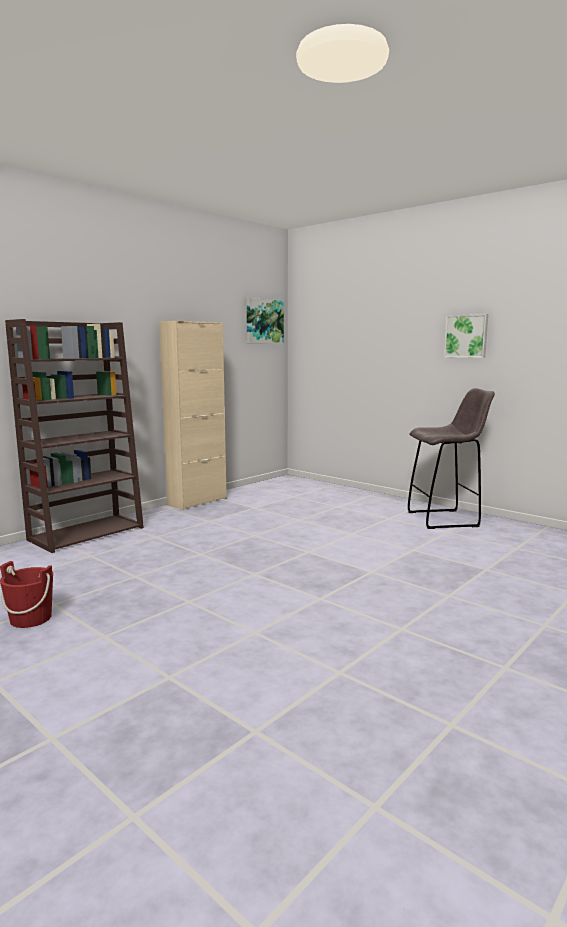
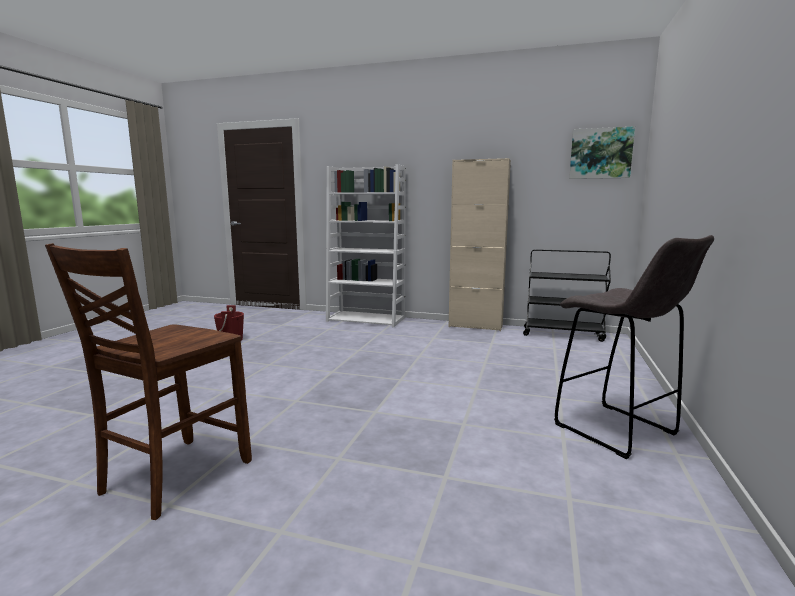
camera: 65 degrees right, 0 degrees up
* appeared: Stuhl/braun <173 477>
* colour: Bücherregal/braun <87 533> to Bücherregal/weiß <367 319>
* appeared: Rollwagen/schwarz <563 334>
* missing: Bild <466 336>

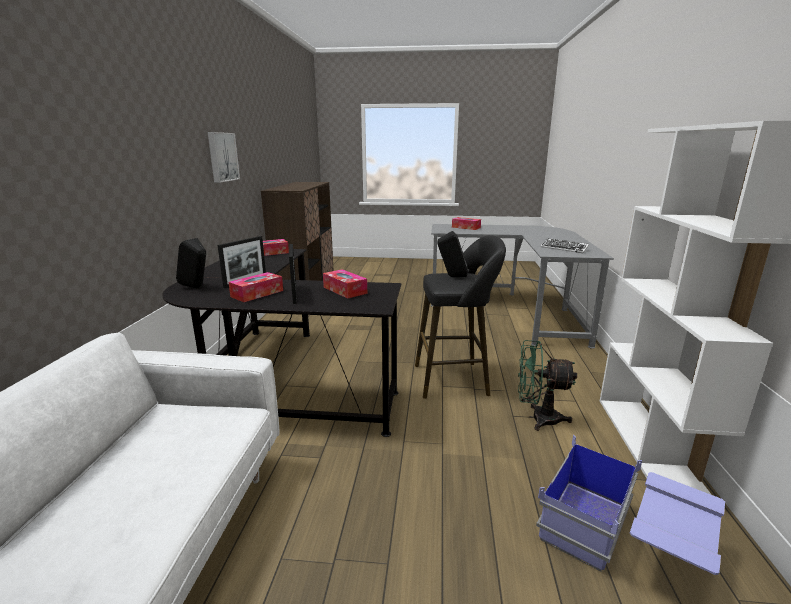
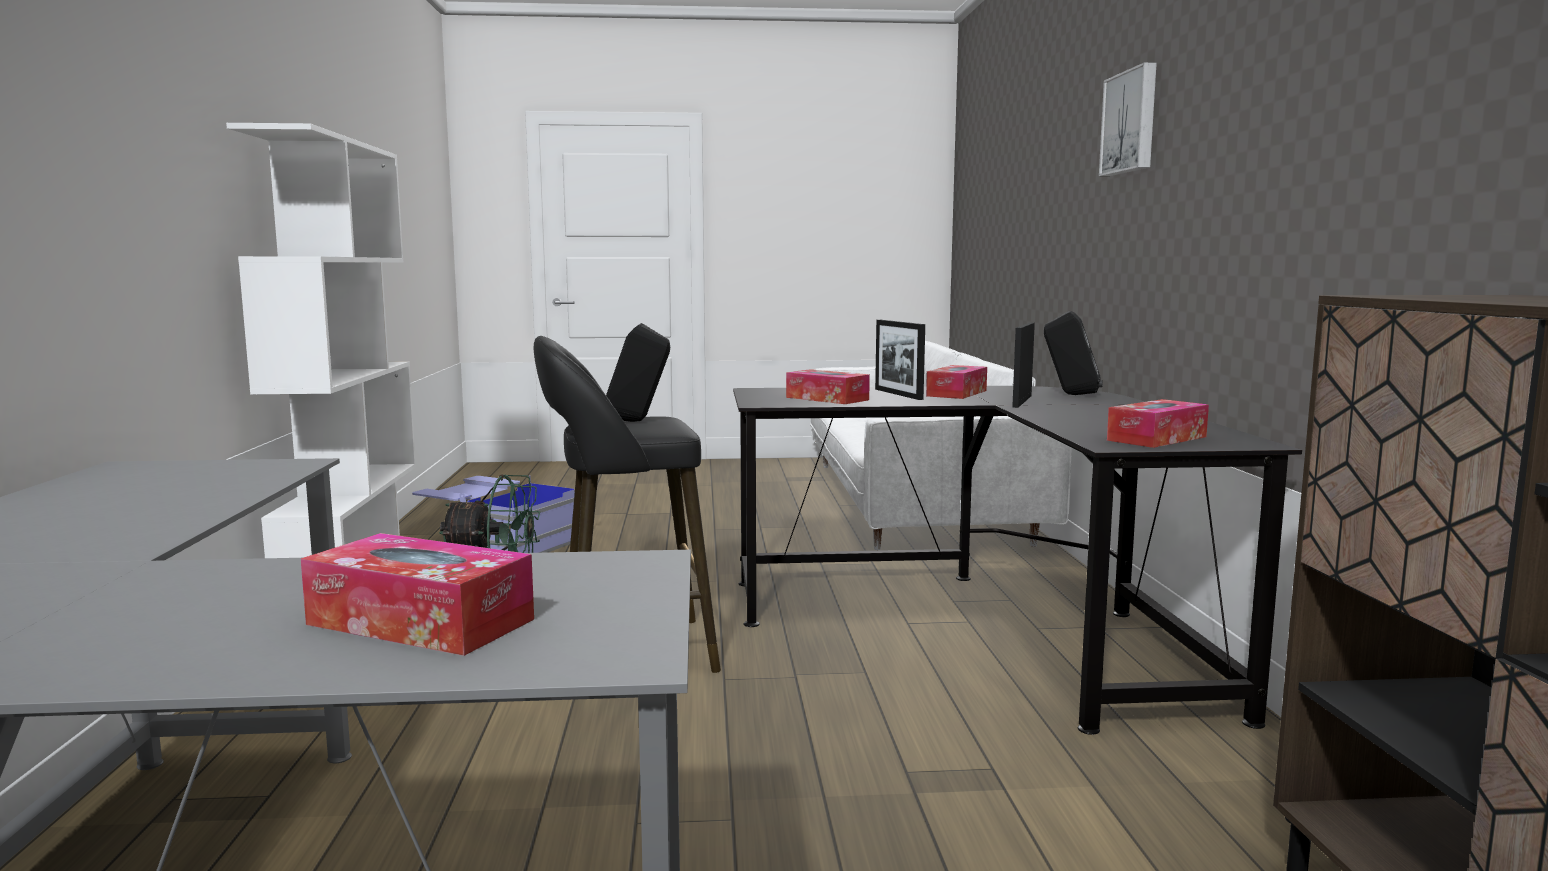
camera: 170 degrees right, 10 degrees down
* relocated: Bild <222 157> to <1131 122>
* missing: Tastatur <564 248>

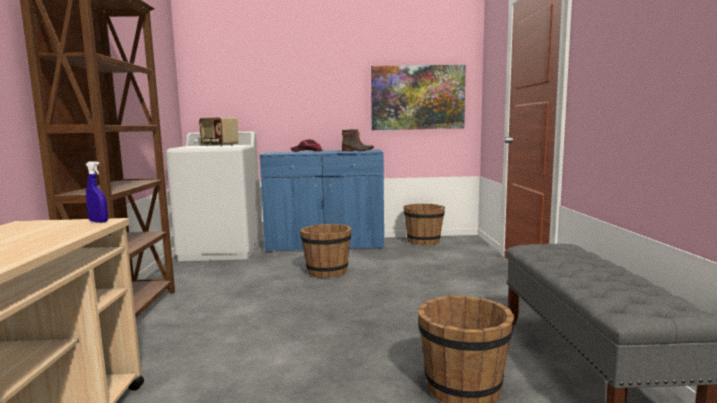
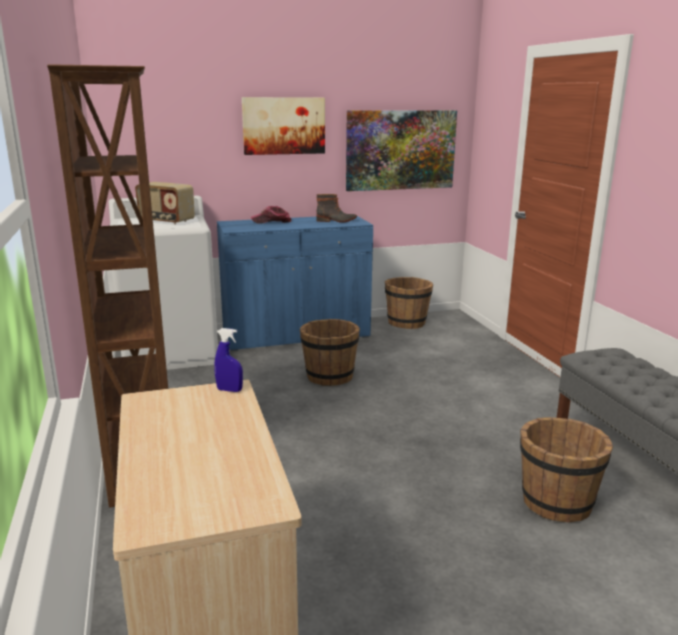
camera: 15 degrees left, 10 degrees up
* appeared: Bild <283 126>

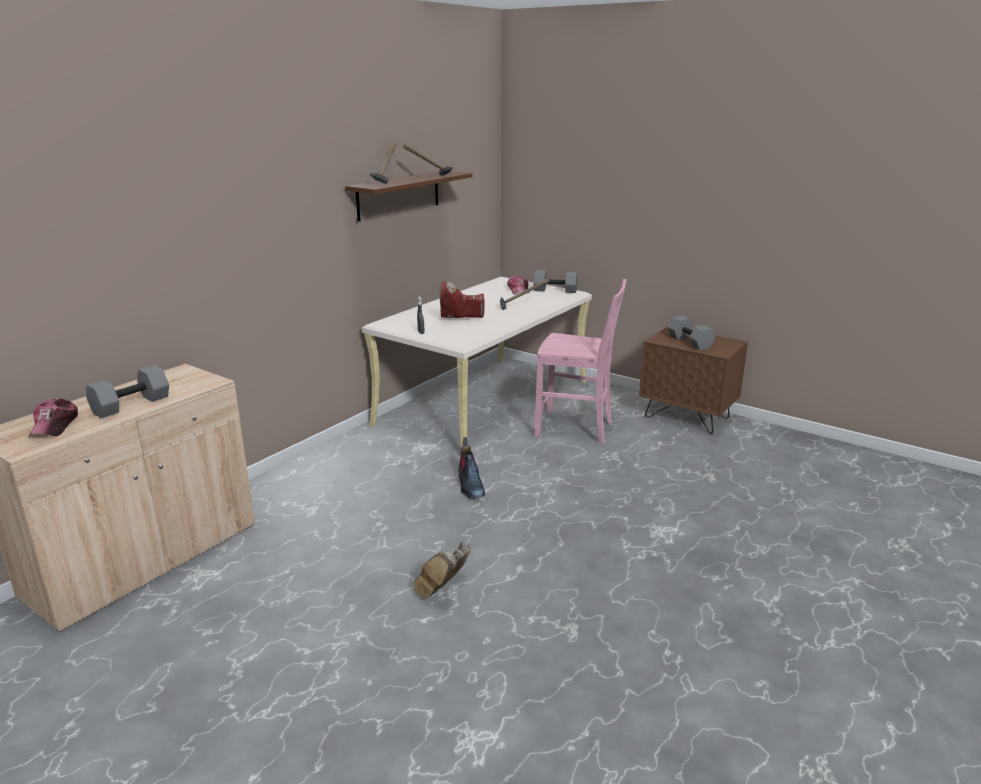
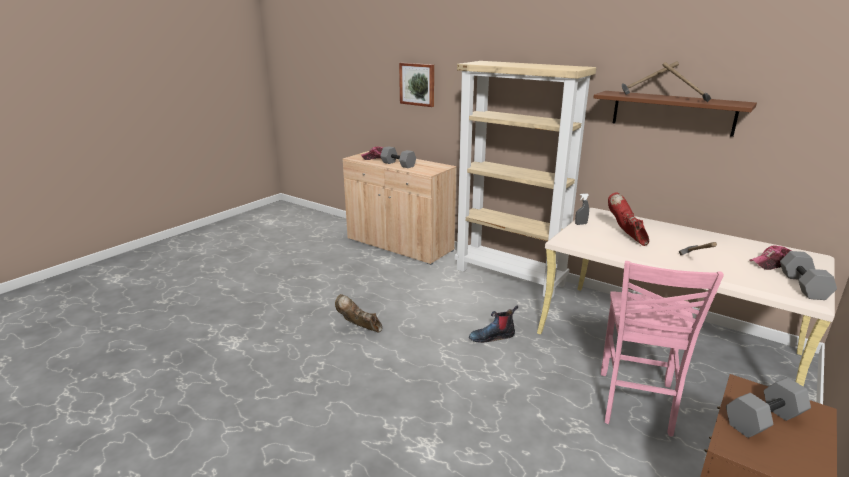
camera: 90 degrees right, 0 degrees up
* appeared: Bild <417 84>
* appeared: Bücherregal/beige <510 276>

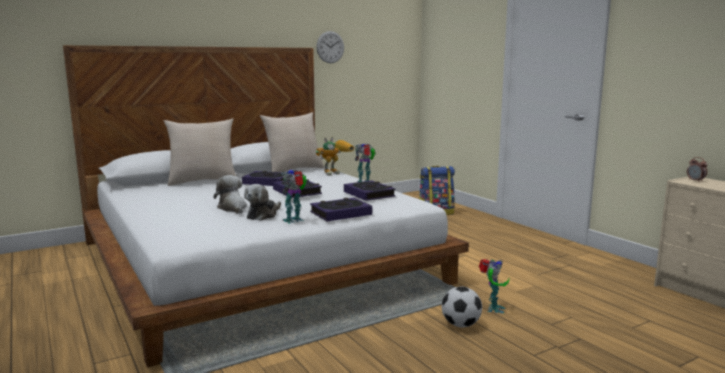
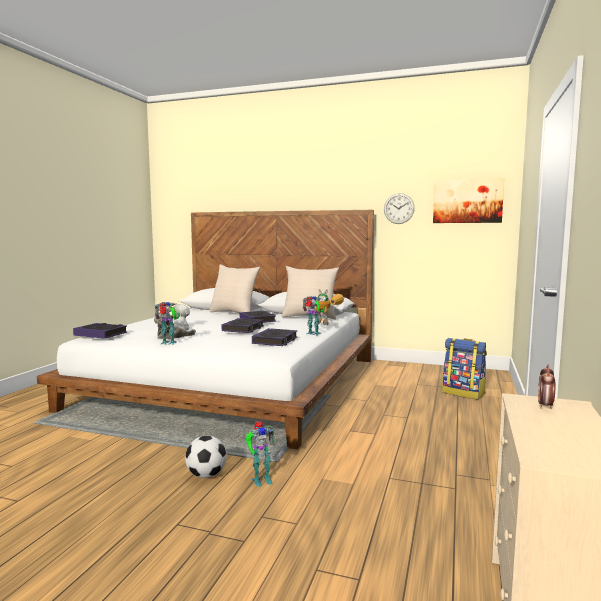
camera: 50 degrees right, 5 degrees down
* relocated: Buch <340 213> to <101 334>
* appeared: Bild <467 201>

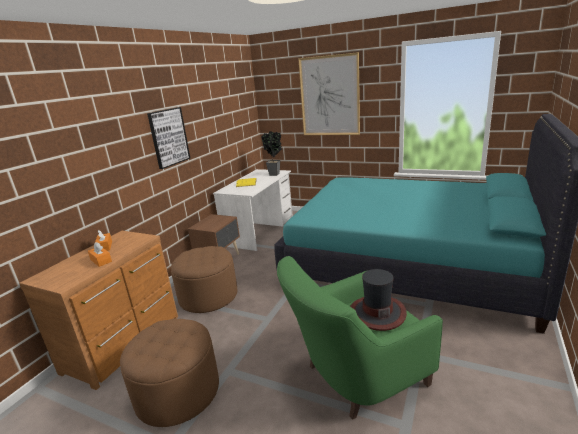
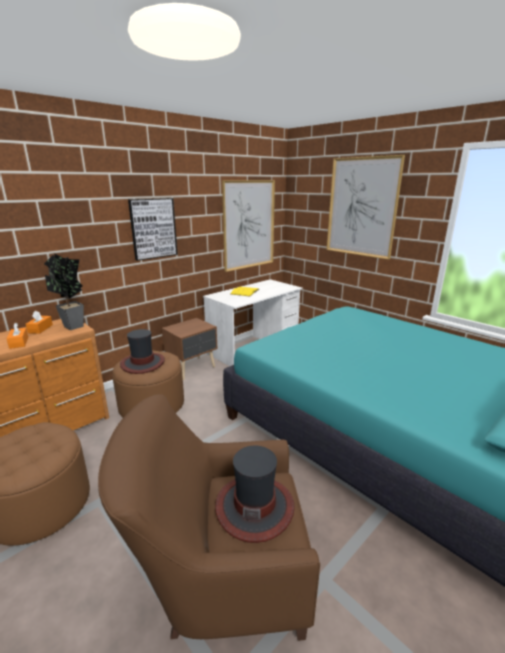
camera: 20 degrees right, 0 degrees up
* relocated: Topfpflanze <275 174> to <73 327>
* colour: Sessel/grün <355 377> to Sessel/braun <219 575>
* appeared: Hut <143 363>
* appeared: Bild <249 225>

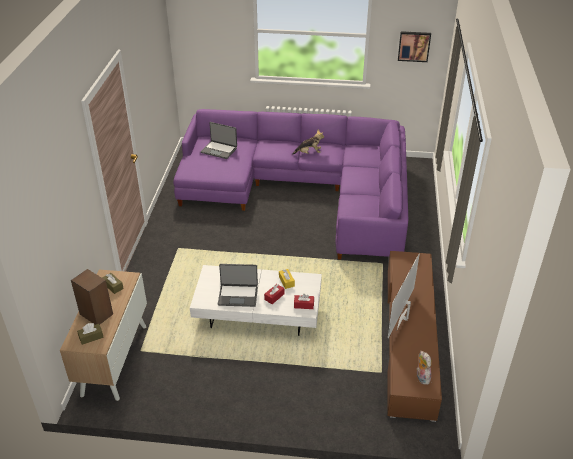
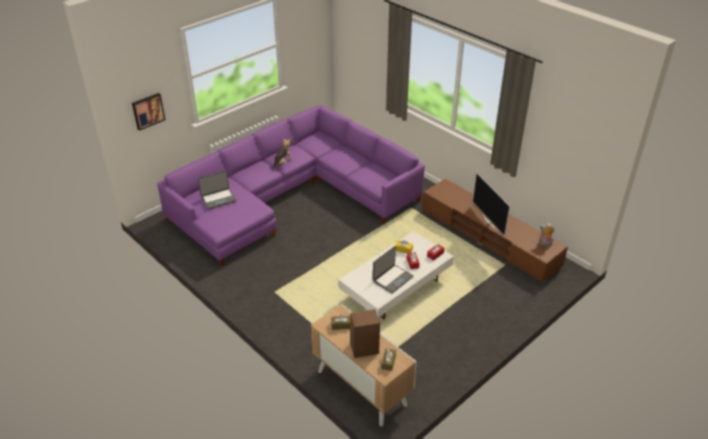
camera: 50 degrees left, 0 degrees up
* relocated: Bild <414 46> to <148 111>

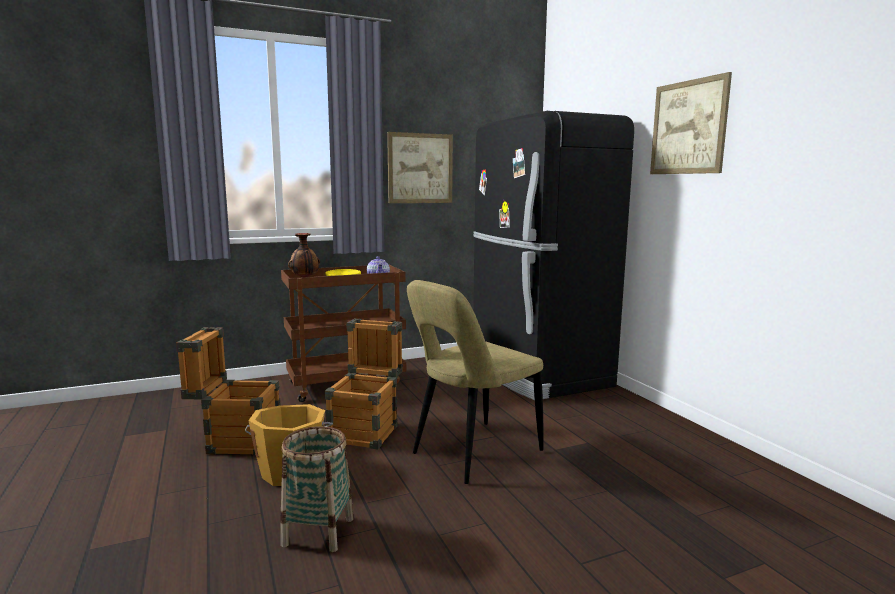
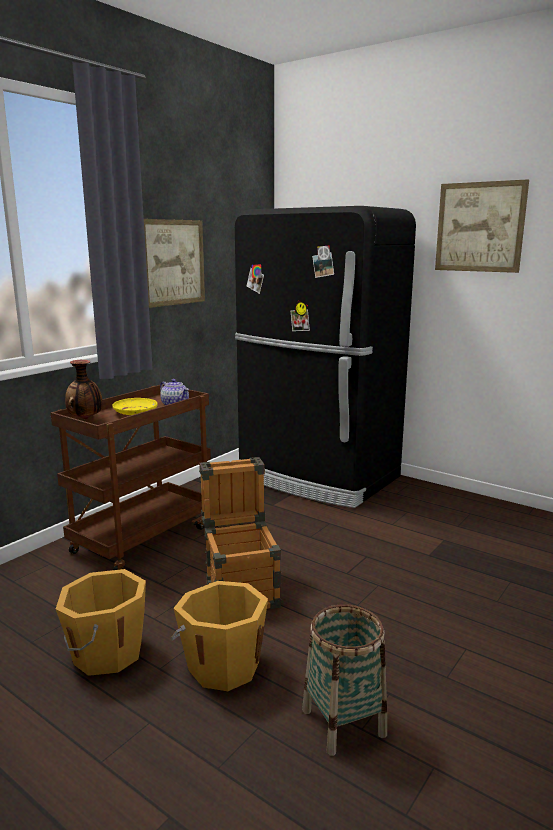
camera: 30 degrees left, 5 degrees up
* exchanged: Kiste <236 441> to Eimer/orange <106 653>
* missing: Stuhl/beige <472 454>

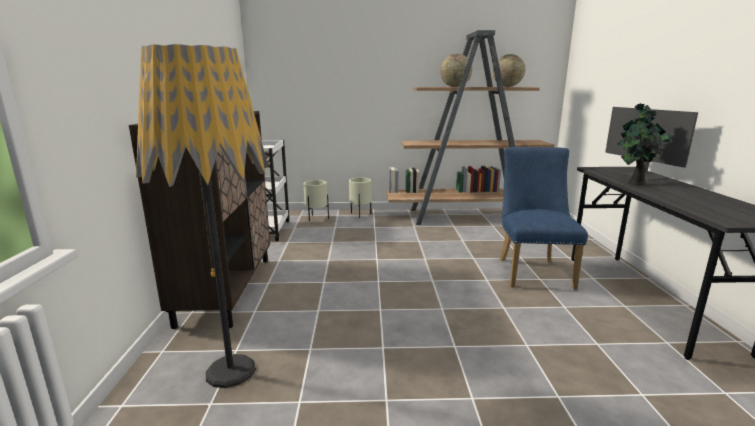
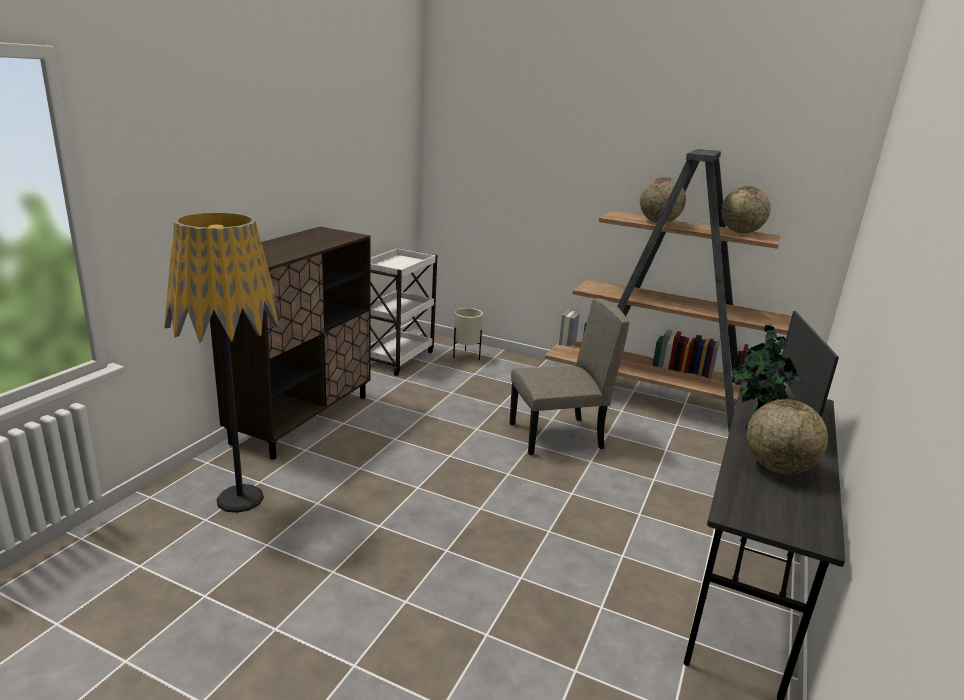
camera: 25 degrees right, 5 degrees up
* appeared: Stuhl/beige <556 436>
* appeared: Globus <777 467>
* missing: Pflanzkübel/beige <360 215>
* missing: Stuhl/blau <532 271>

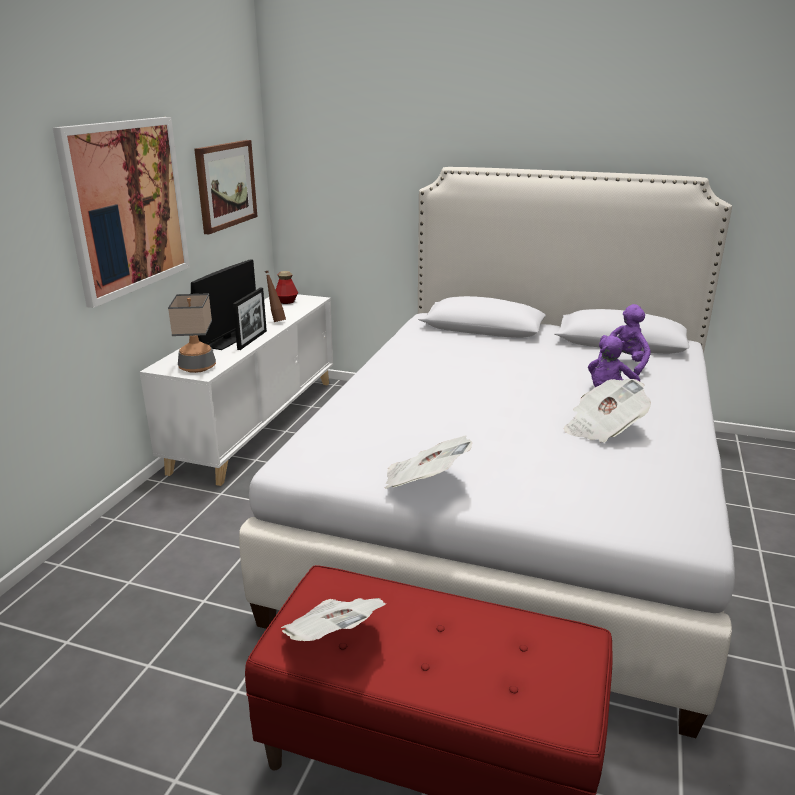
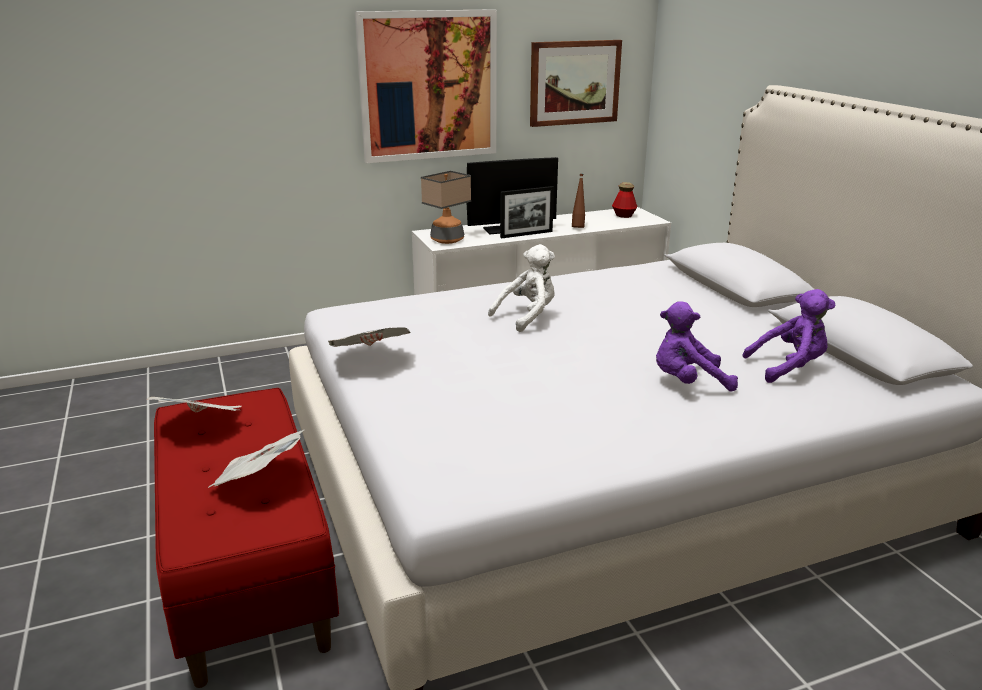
camera: 50 degrees right, 0 degrees up
* relocated: Zeitung <602 429> to <259 480>
* appeared: Plüschtier/weiß <527 316>

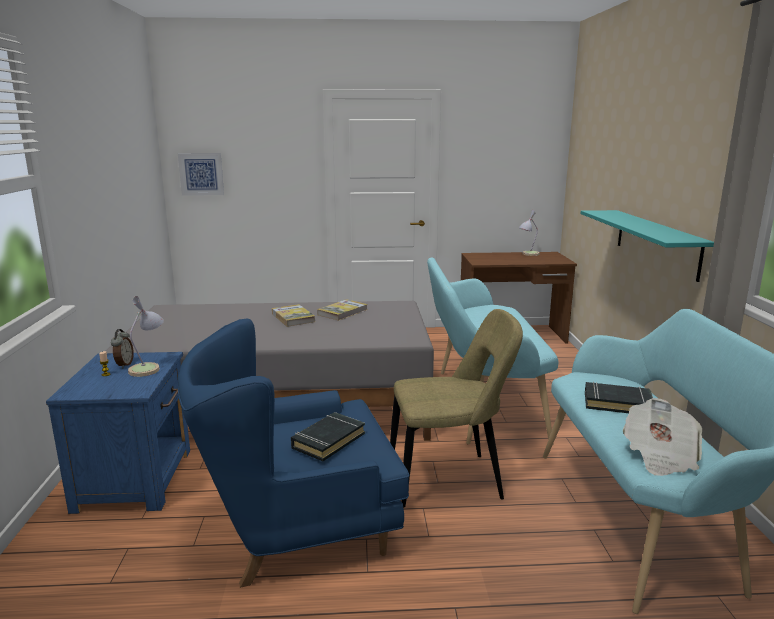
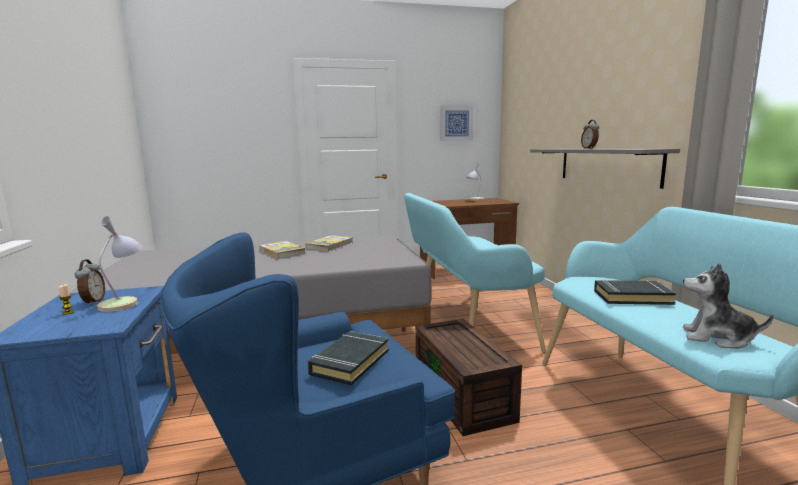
camera: 10 degrees left, 5 degrees down
* exchanged: Stuhl/beige <450 480> to Aufbewahrungsbox/braun <465 396>
* relocated: Bild <201 174> to <456 123>
* colour: Wandregal/türkis <656 242> to Wandregal/grau <607 165>
* appeared: Wecker <589 148>
* exchanged: Zeitung <659 456> to Plüschtier <717 338>

